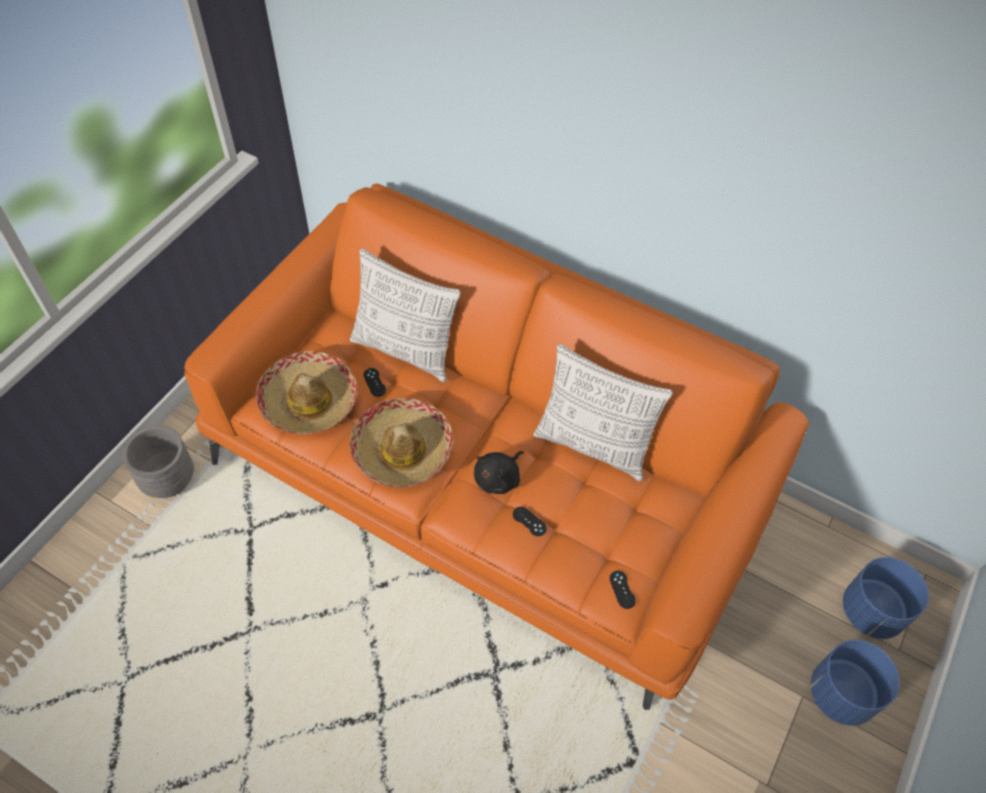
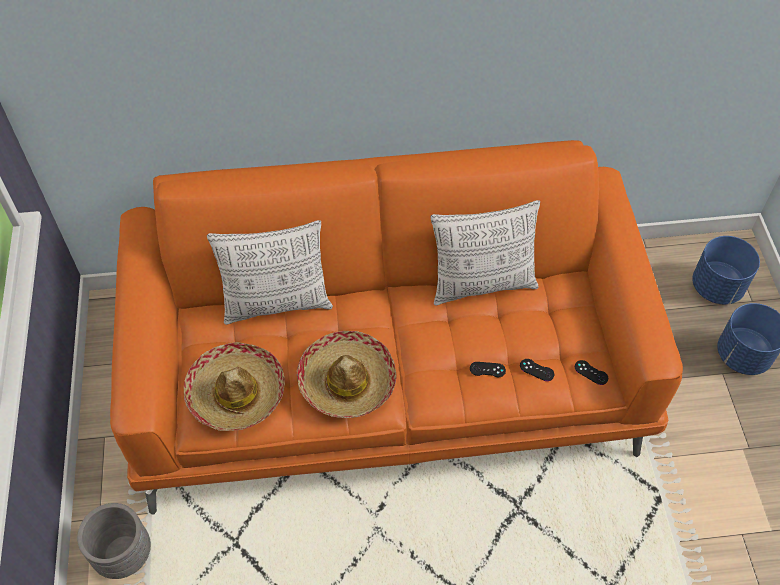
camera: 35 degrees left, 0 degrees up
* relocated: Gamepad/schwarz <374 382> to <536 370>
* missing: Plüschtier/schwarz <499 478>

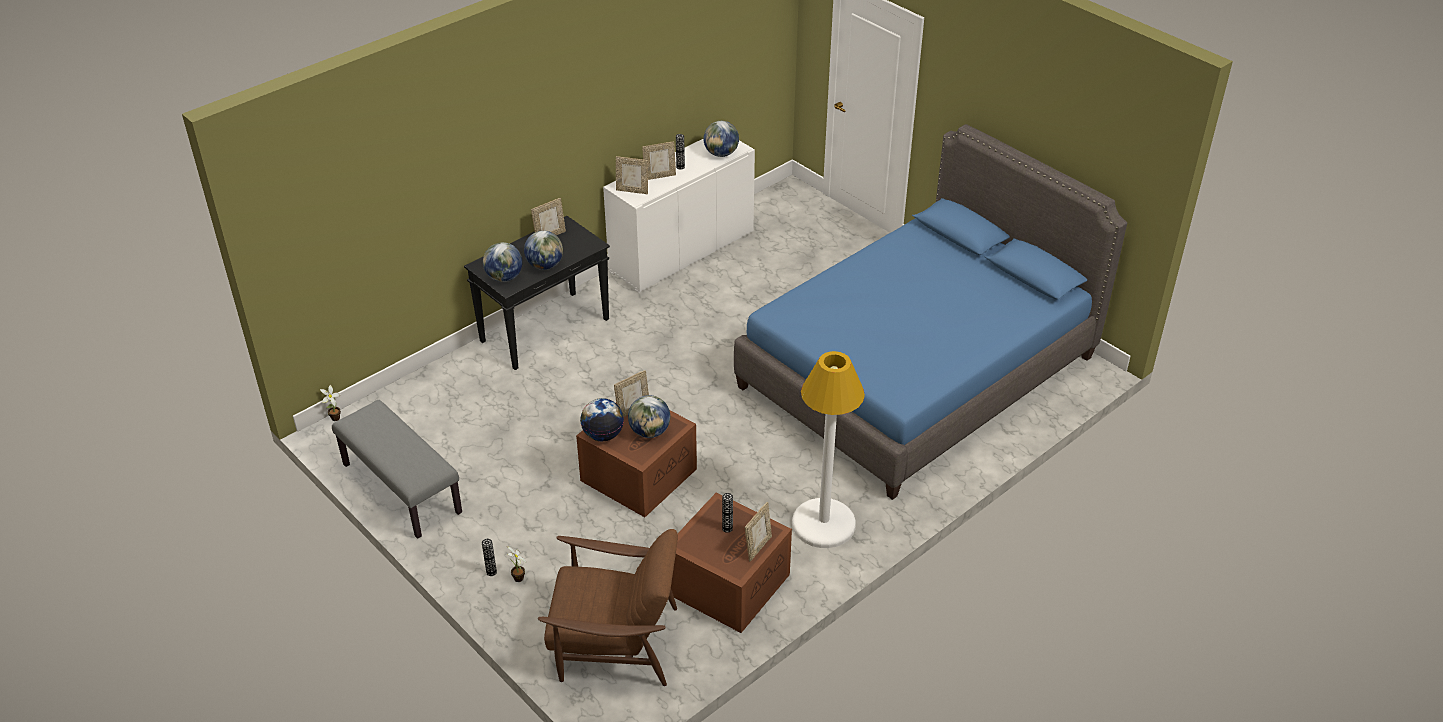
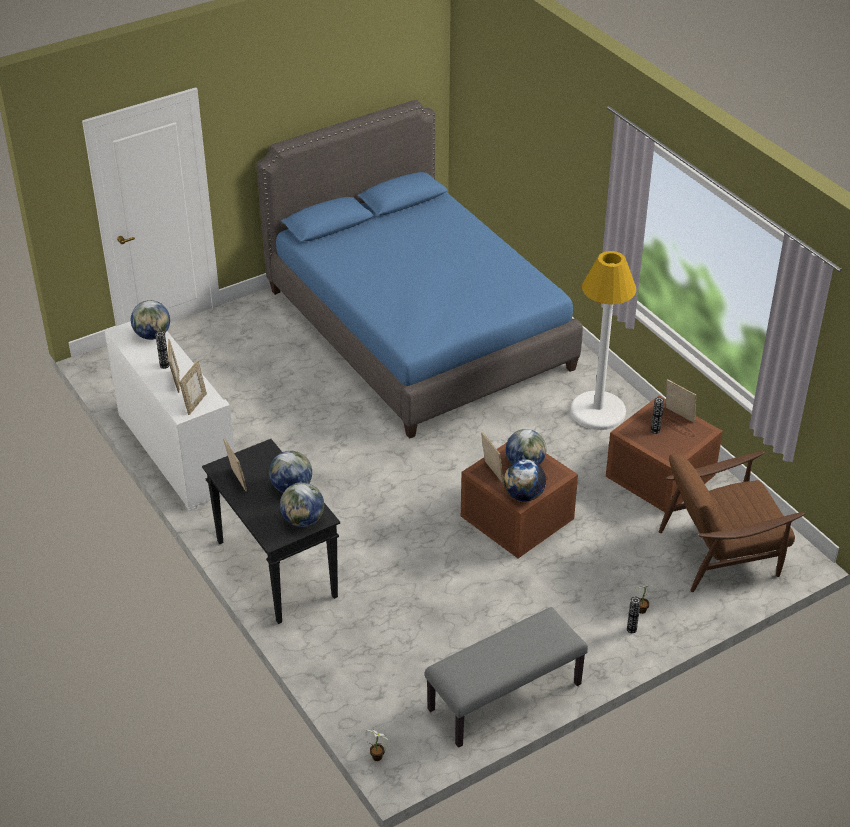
camera: 80 degrees left, 0 degrees up
* spun: Sessel/braun <614 642> = <721 551> 120 degrees counterclockwise

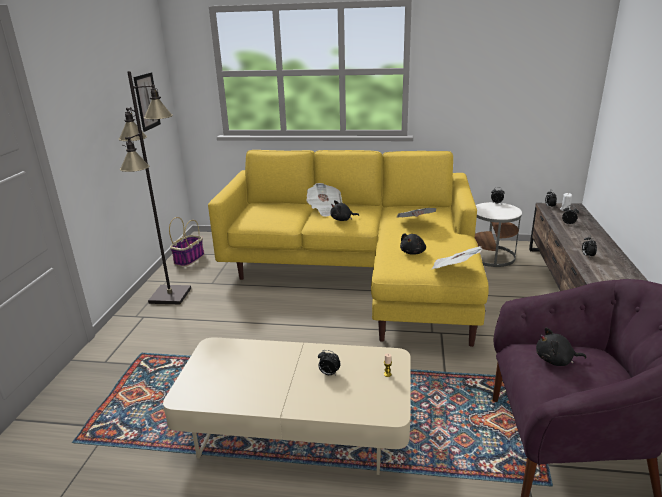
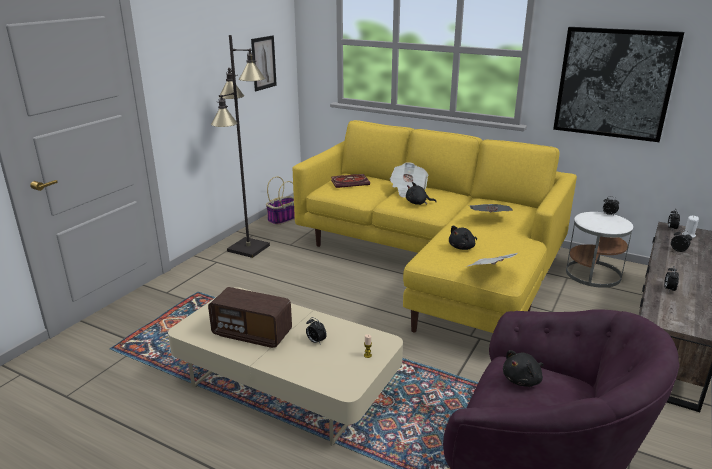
camera: 20 degrees right, 0 degrees up
* appeared: Radio <252 334>
* appeared: Buch <350 182>
* spun: Plüschtier/schwarz <556 360> = <523 380> 60 degrees counterclockwise
* appeared: Bild <614 83>

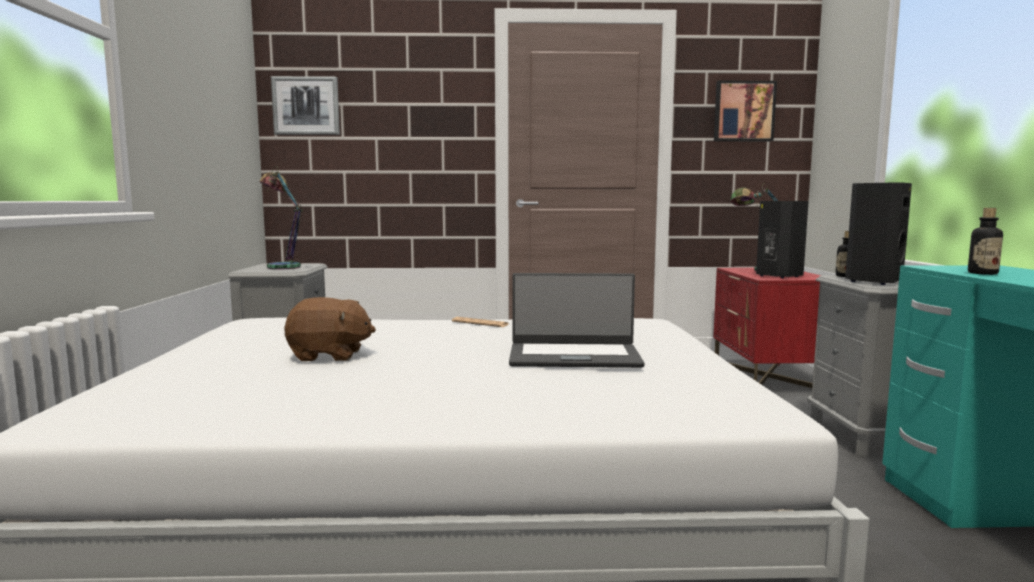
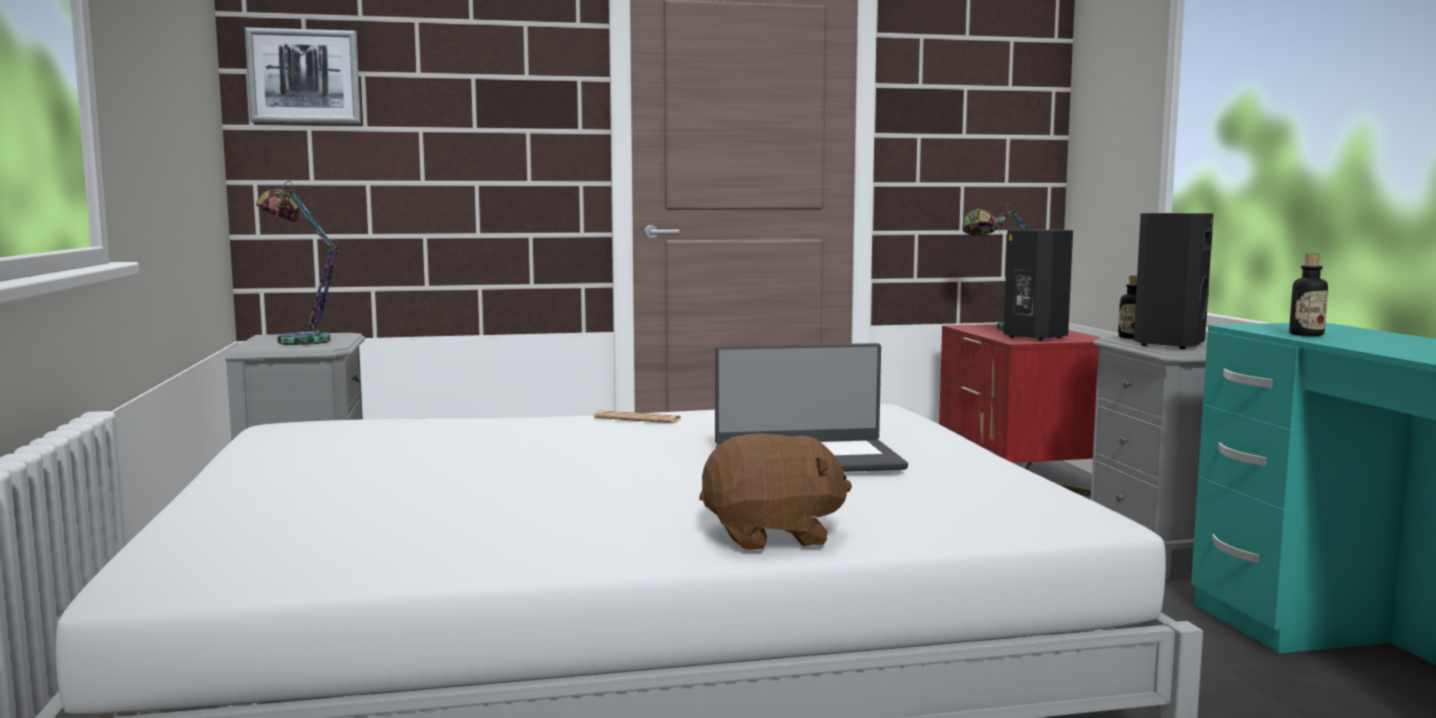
camera: 10 degrees left, 0 degrees up
* relocated: Plüschtier/braun <329 355> to <772 536>
* missing: Bild <743 111>

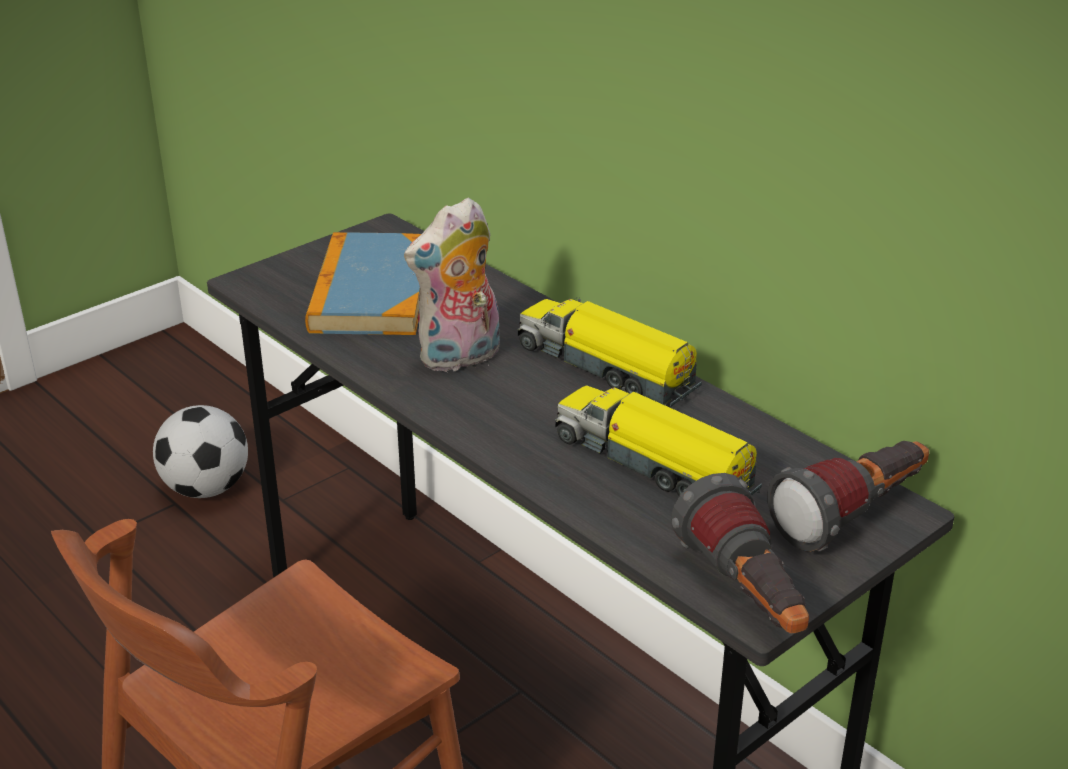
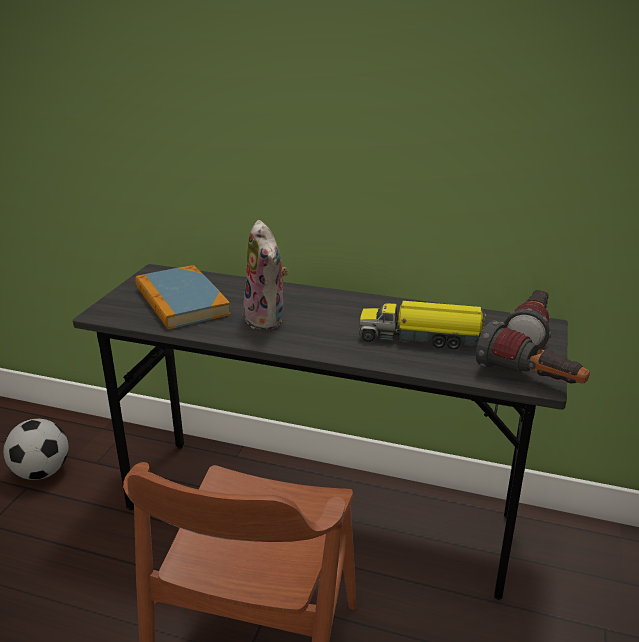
camera: 30 degrees left, 5 degrees down
* spun: Plüschtier <460 358> = <268 319> 45 degrees counterclockwise
* missing: Spielzeuglaster <608 368>

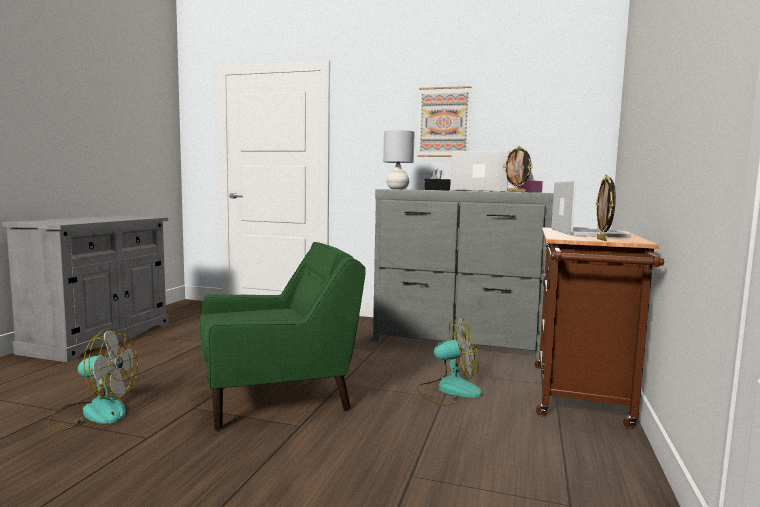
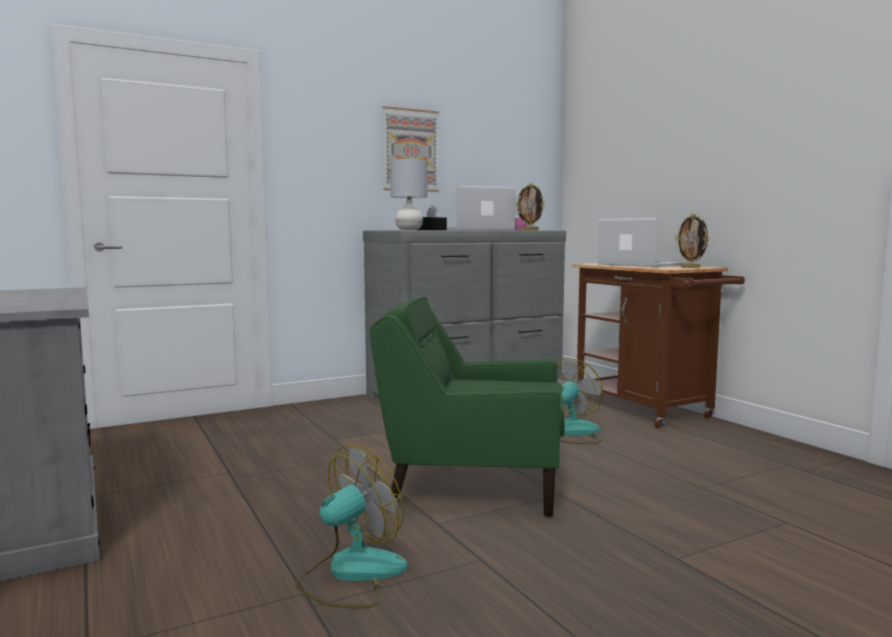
camera: 45 degrees left, 0 degrees up
* spun: Sessel/grün <278 395> = <472 483> 105 degrees counterclockwise

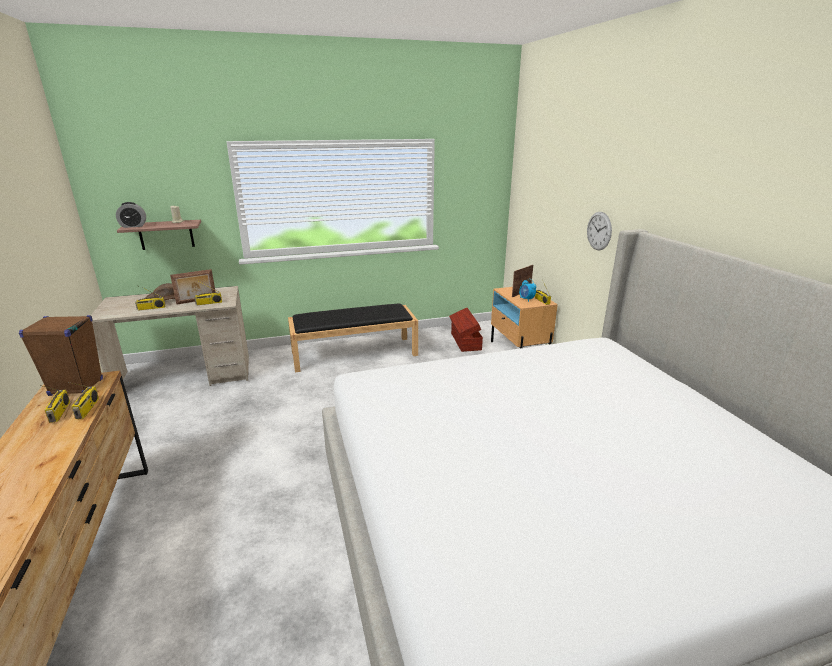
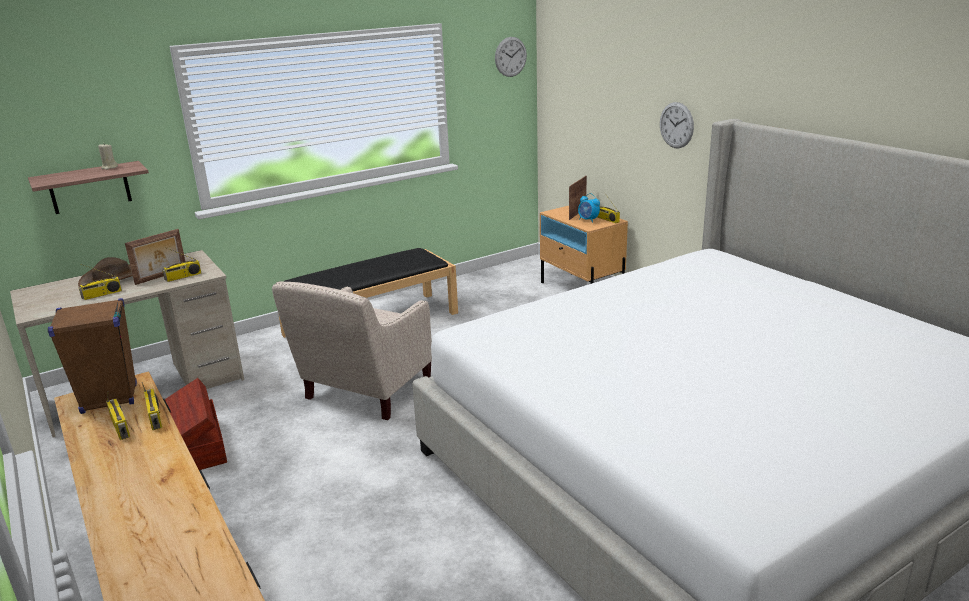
camera: 15 degrees left, 0 degrees up
* relocated: Aufbewahrungsbox/braun <465 341> to <200 446>
* appeared: Sessel/beige <363 392>
* appeared: Wanduhr <510 57>
* missing: Wecker <133 226>

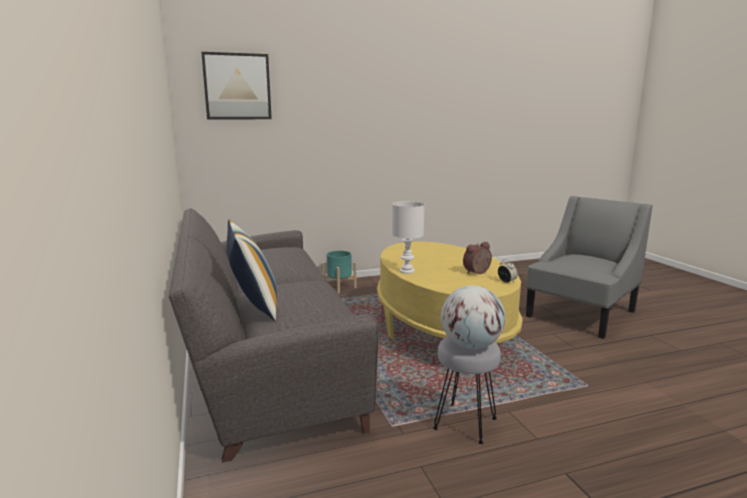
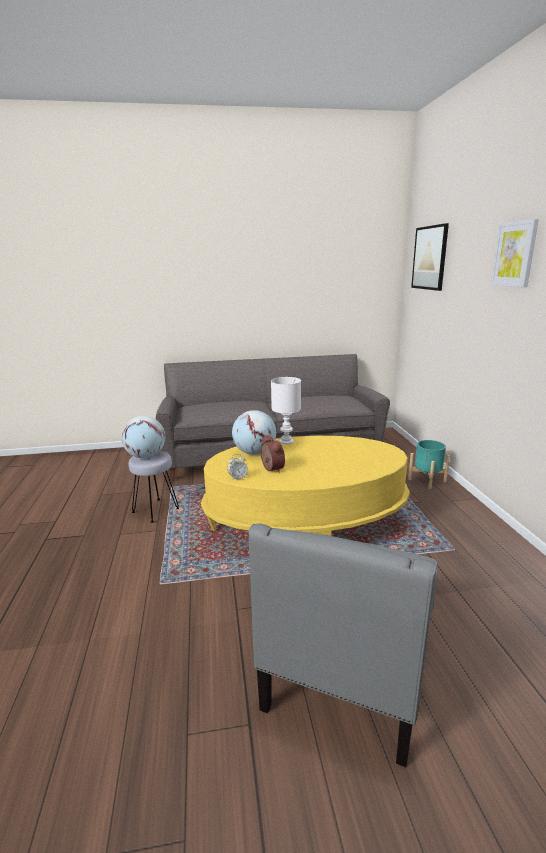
camera: 100 degrees right, 5 degrees up
* appeared: Globus <255 453>
* spun: Sessel/grau <581 314> = <349 666> 60 degrees clockwise
* appeared: Bild <514 254>
* missing: Kissen <254 306>

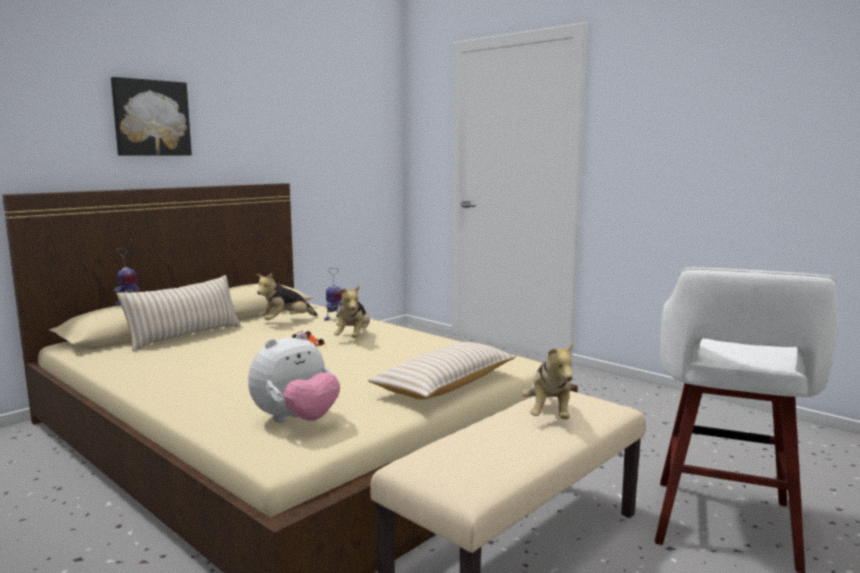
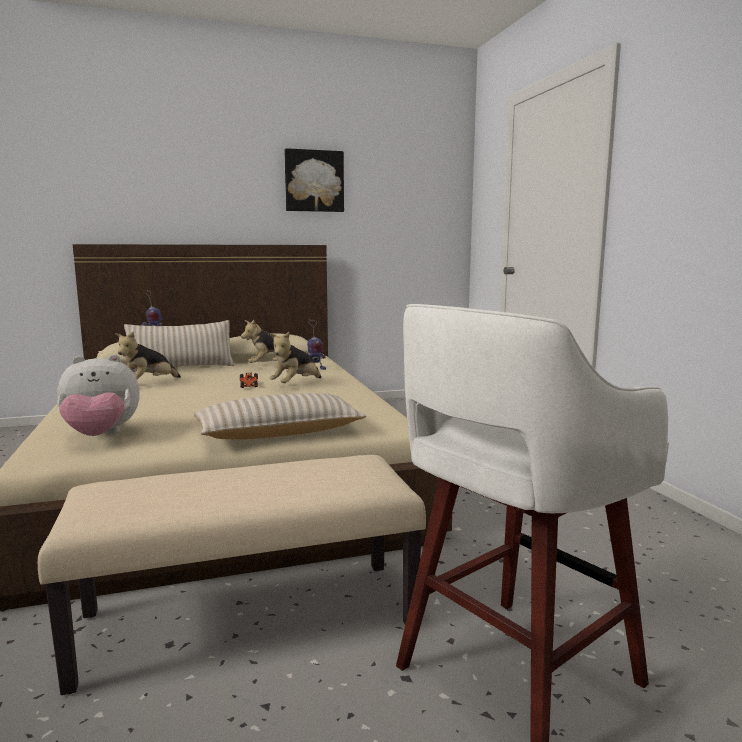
camera: 30 degrees right, 0 degrees up
* relocated: Plüschtier <549 414> to <149 384>
* relocated: Bild <151 118> to <314 181>

